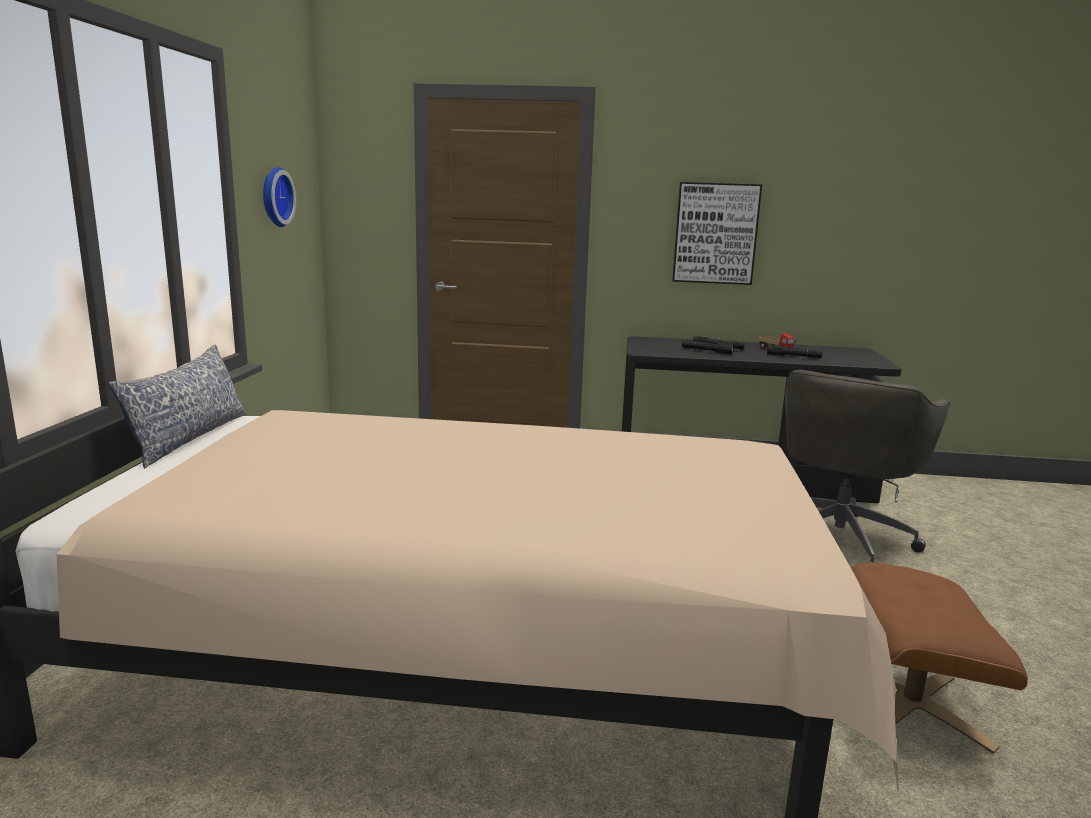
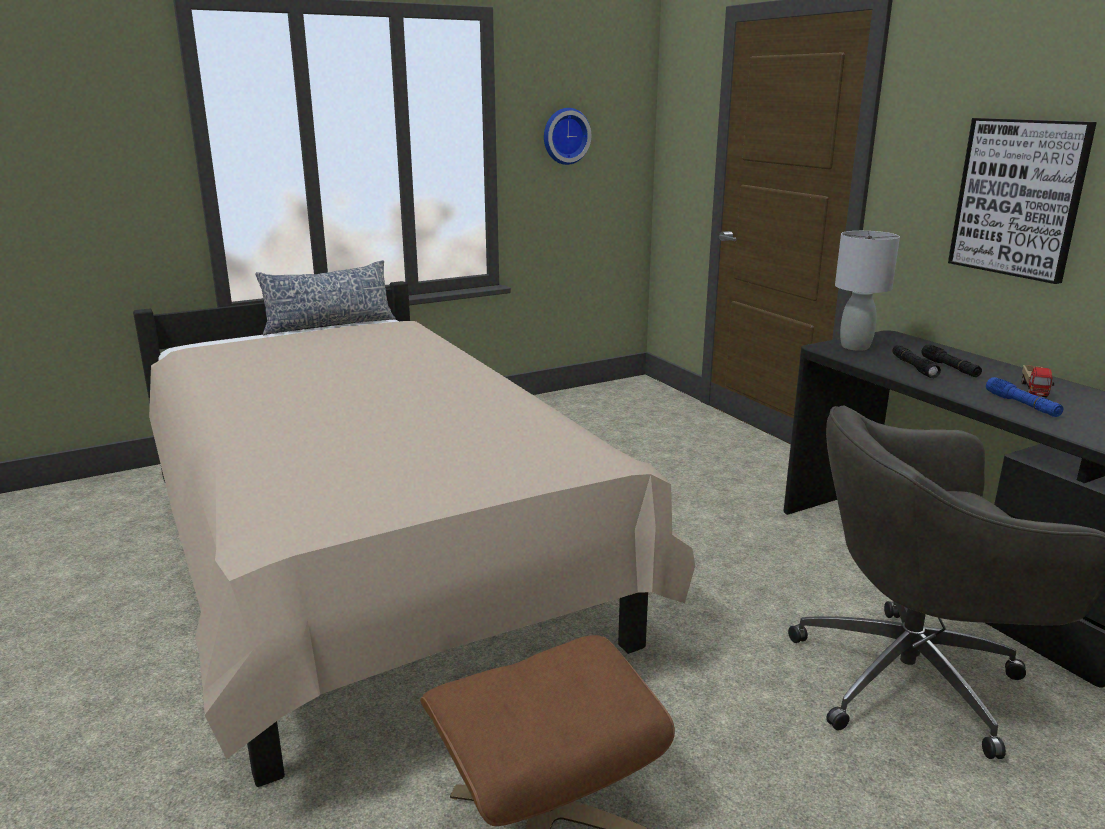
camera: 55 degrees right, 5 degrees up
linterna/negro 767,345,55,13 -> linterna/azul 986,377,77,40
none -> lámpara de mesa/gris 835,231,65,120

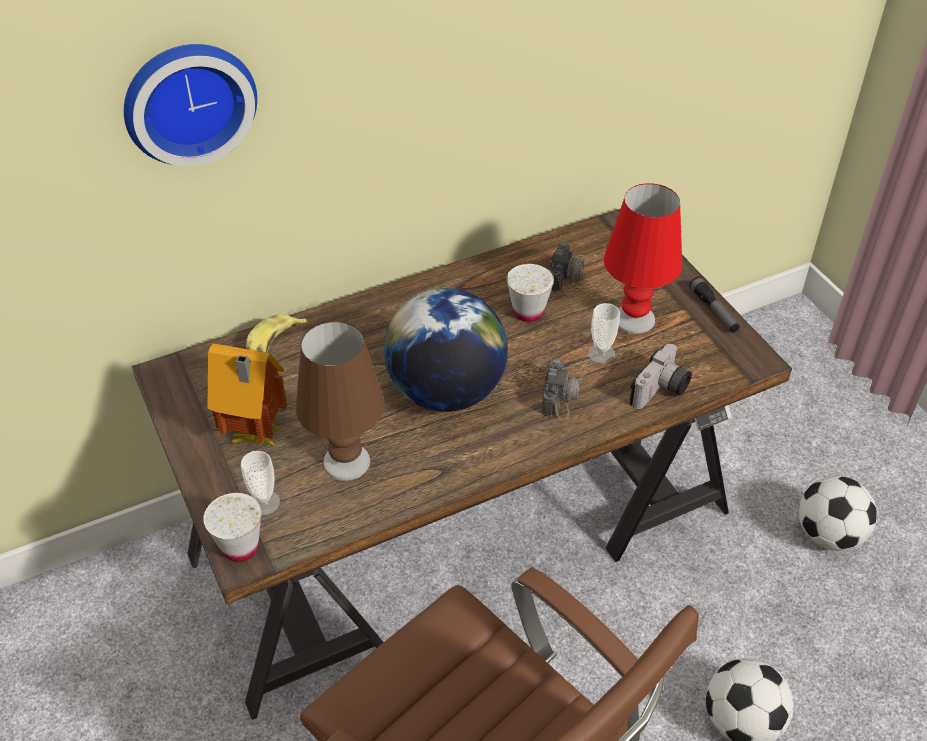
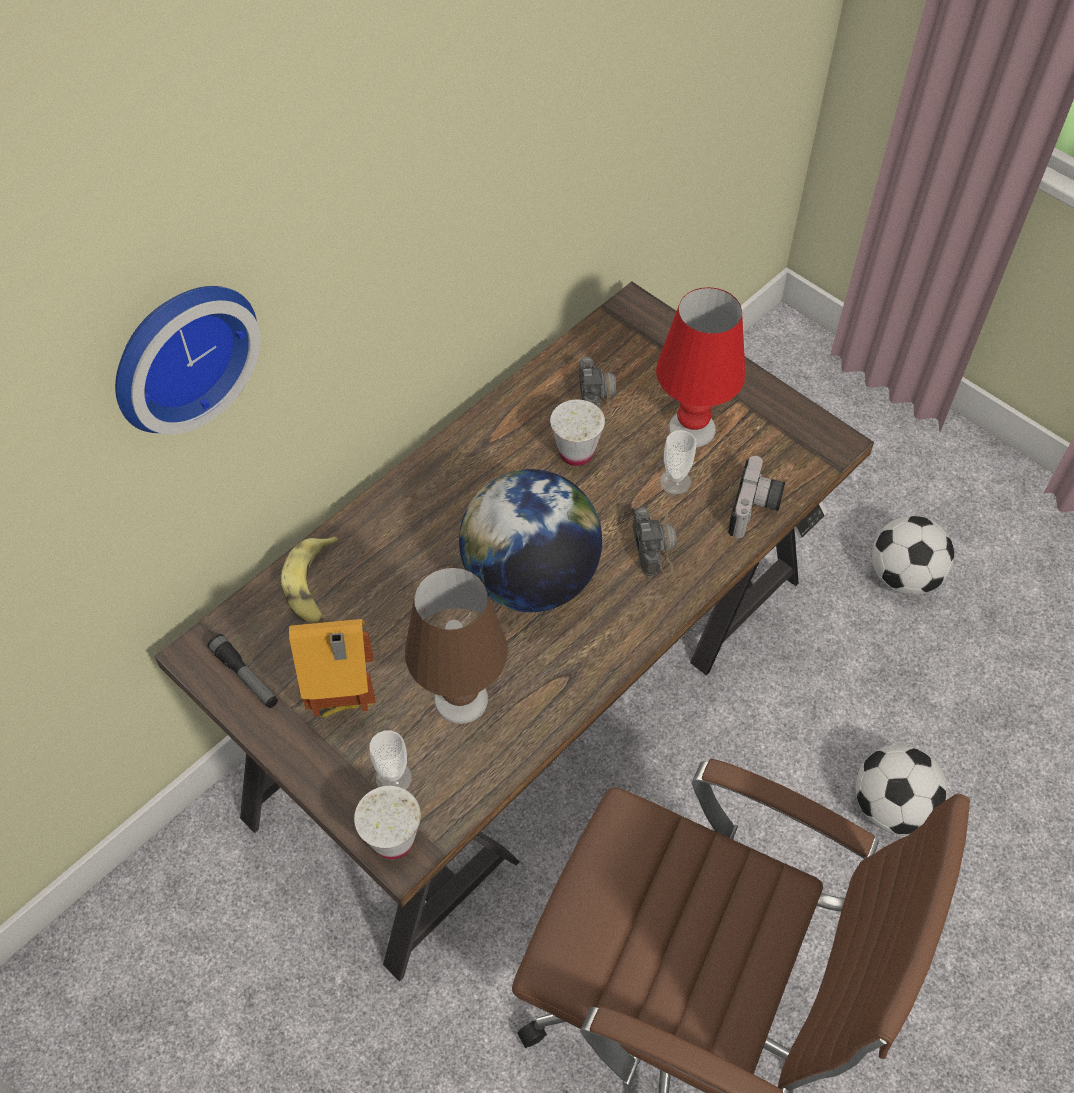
camera: 20 degrees left, 10 degrees up
linterna 689,276,51,57 -> linterna 207,634,71,74, relocated

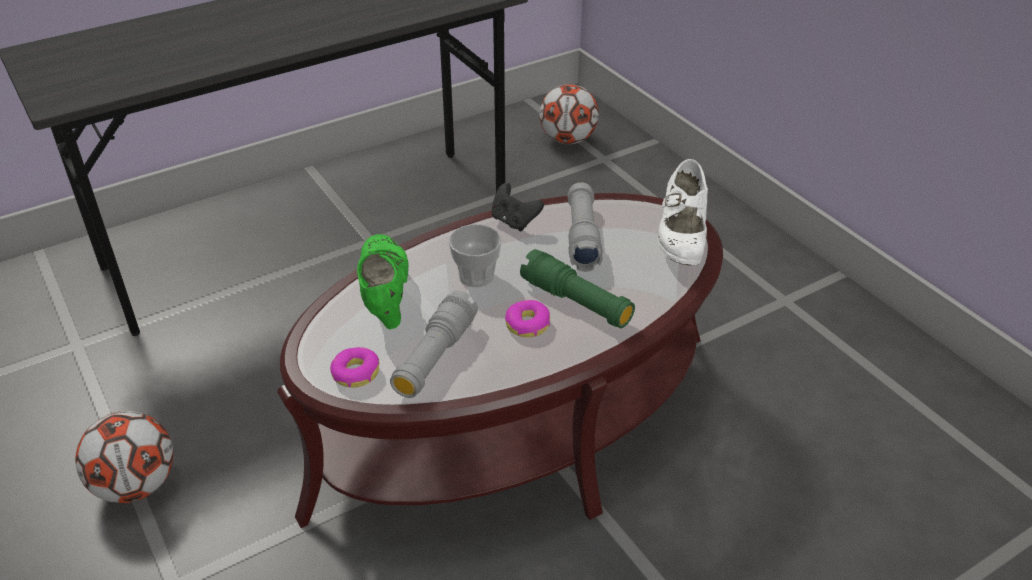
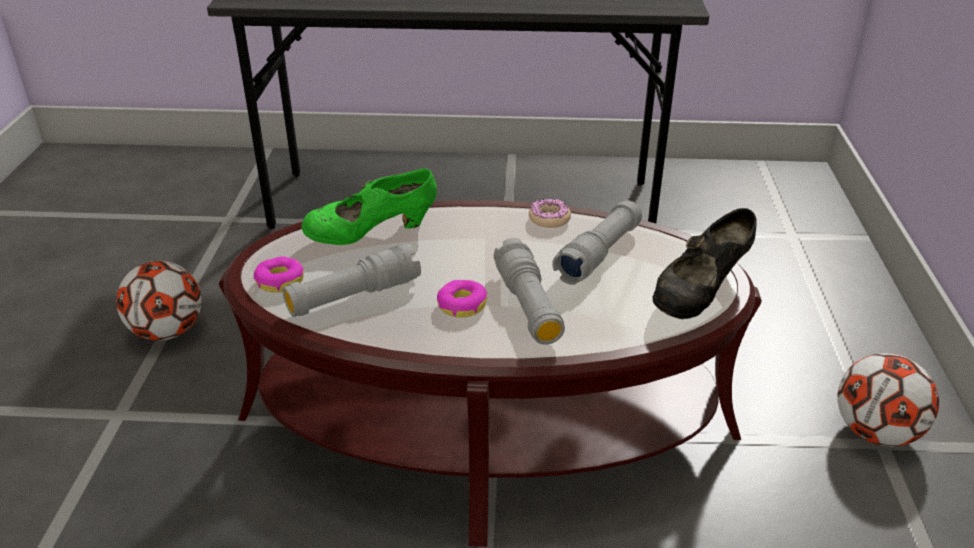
camera: 35 degrees right, 5 degrees down
balón de fútbol 539,84,60,60 -> balón de fútbol 838,353,101,94, relocated
zapato/blanco 658,159,50,107 -> zapato/negro 652,208,105,111
mando de consola/negro 491,183,53,48 -> rosquilla 529,199,42,29
taza 449,224,53,63 -> none
zapato/verde 357,234,52,95 -> zapato/verde 302,168,135,77, 135 degrees counterclockwise
linterna/verde 520,249,115,79 -> linterna/gris 494,238,71,107

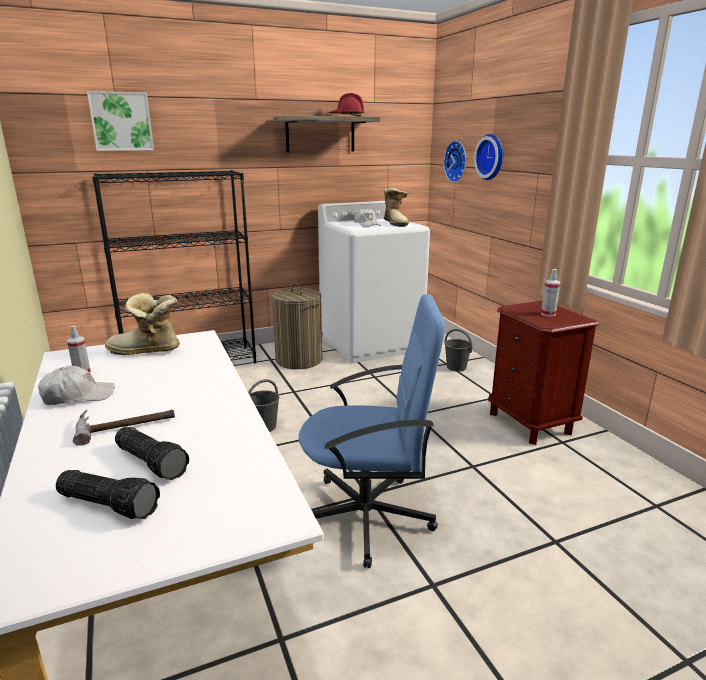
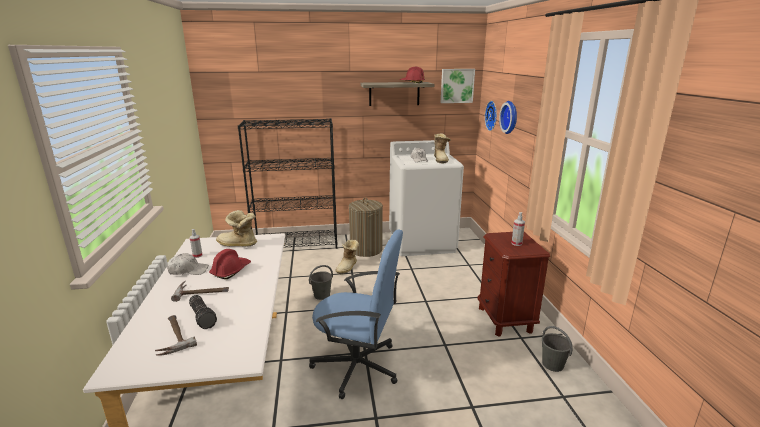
camera: 15 degrees right, 0 degrees up
cuadro 87,91,67,60 -> cuadro 441,69,34,34, relocated
cubo/gris 444,329,28,43 -> cubo/gris 542,326,31,46, relocated
linterna 56,470,104,49 -> martillo 155,315,42,41
none -> bota 336,240,23,34
none -> casco/rojo 209,249,42,30

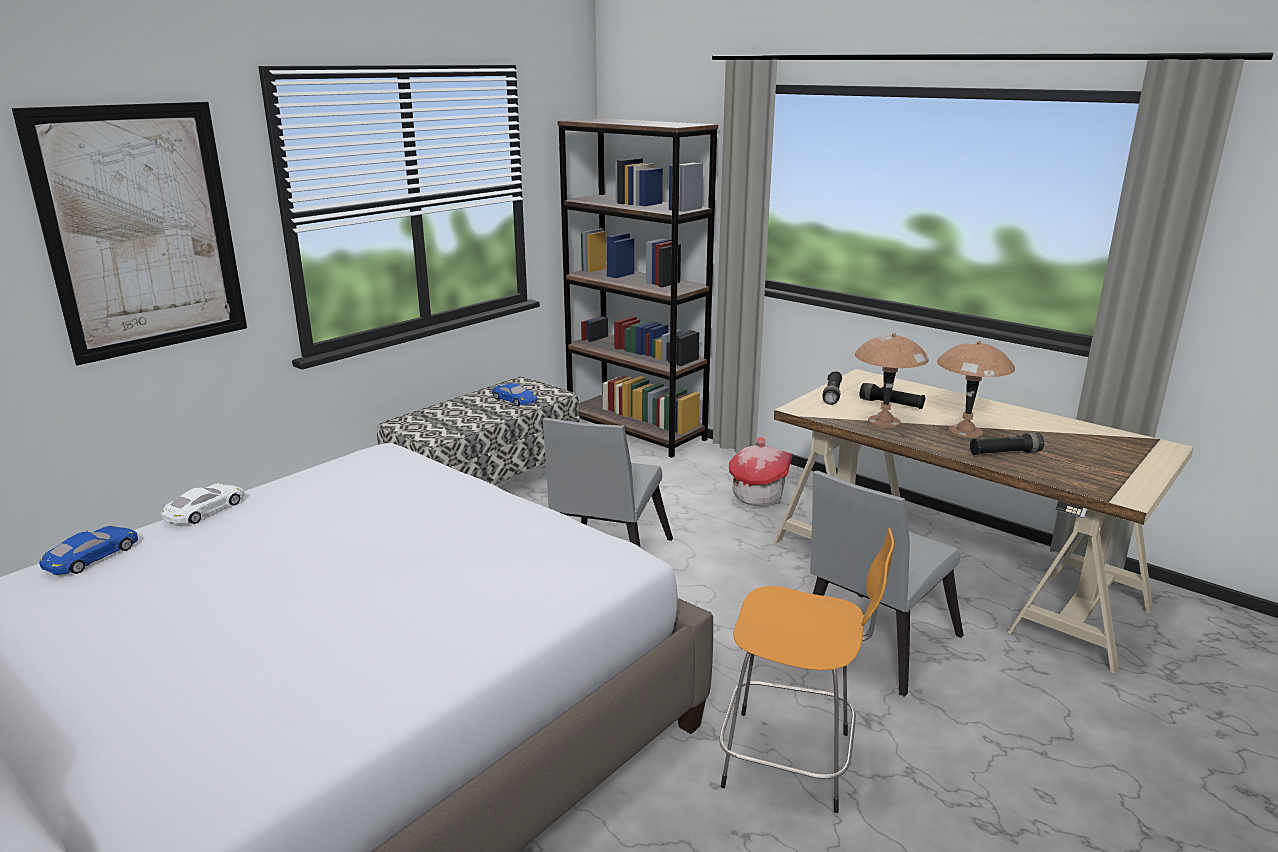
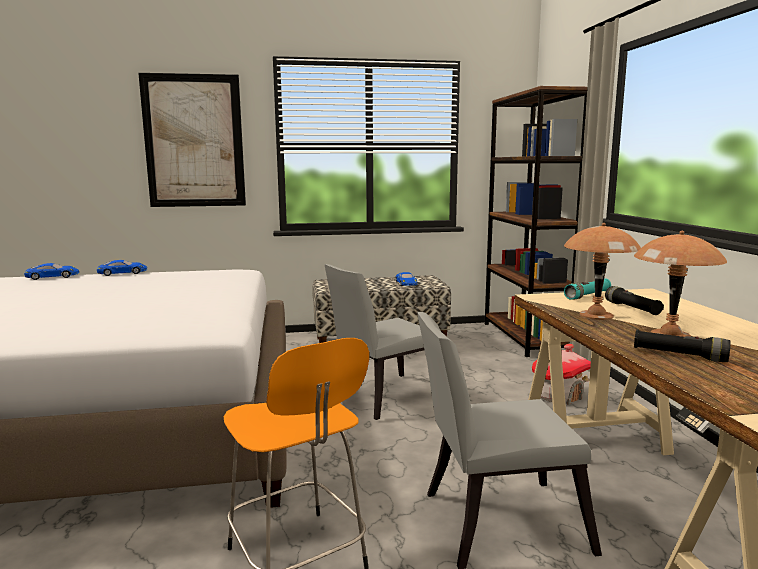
camera: 40 degrees right, 10 degrees down
linterna/negro 822,371,20,34 -> linterna/turquesa 564,278,47,22
coche de juguete/blanco 161,483,83,41 -> coche de juguete/azul 97,260,50,16

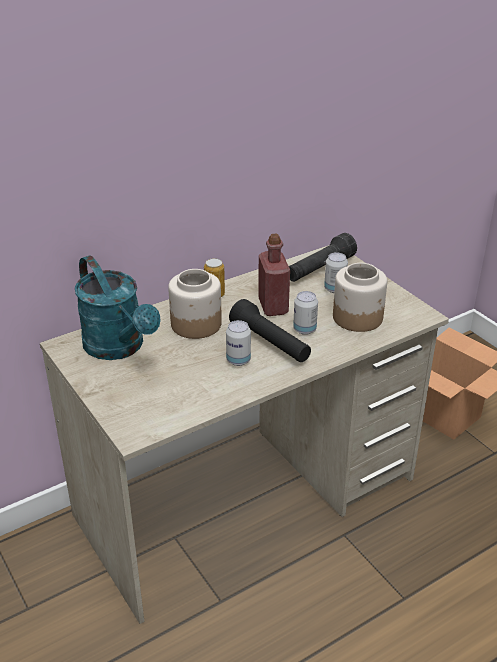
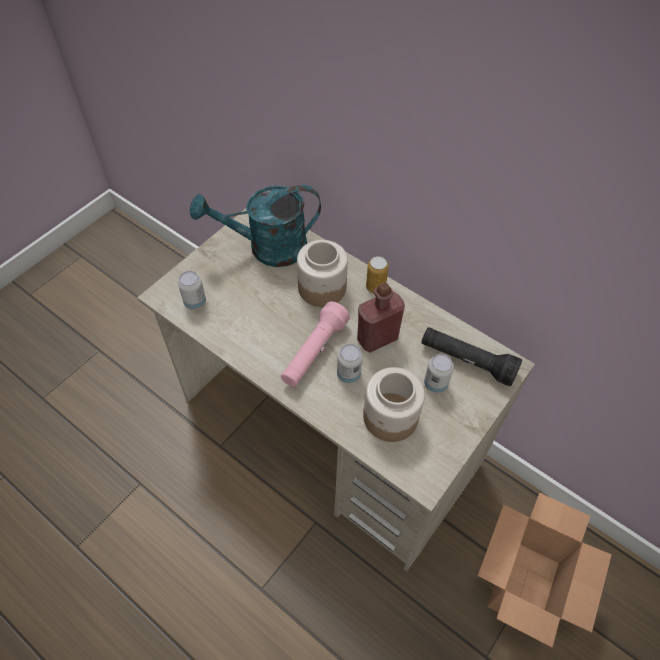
camera: 70 degrees right, 20 degrees up
regadera/turquesa 75,255,85,105 -> regadera/turquesa 190,185,131,82, 45 degrees clockwise
linterna/negro 229,299,82,63 -> linterna/rosa 281,302,69,85
lata 226,320,25,46 -> lata 178,271,28,39, relocated

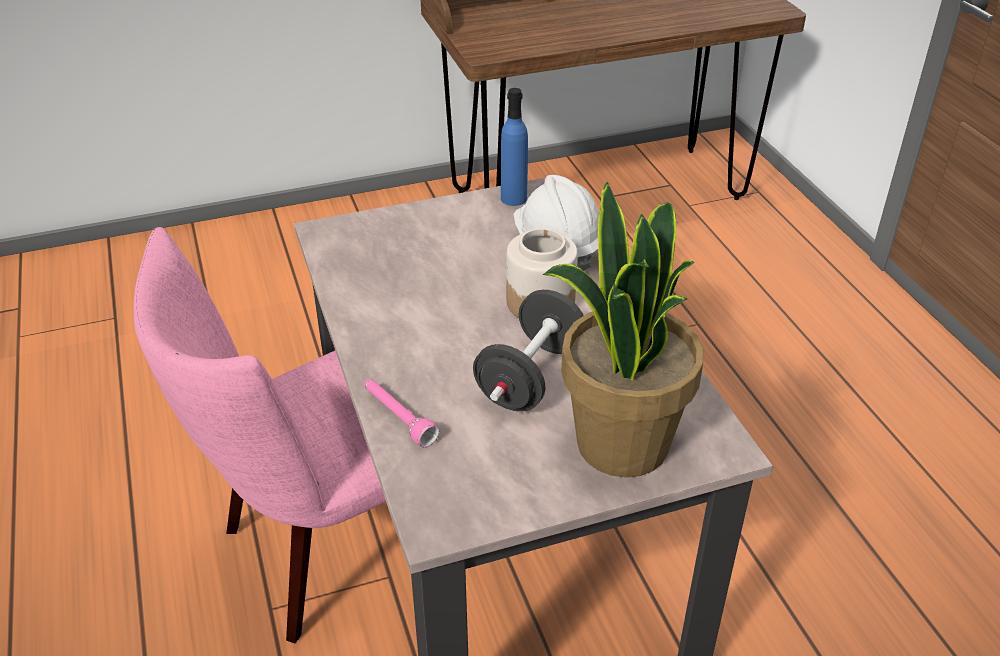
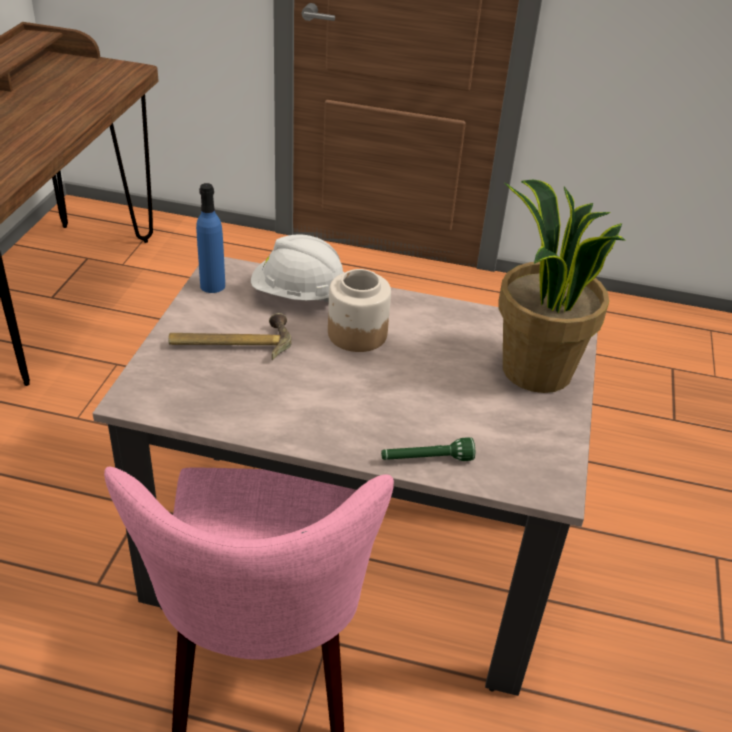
camera: 60 degrees left, 0 degrees up
mancuerna/negro 473,290,111,122 -> none
linterna/rosa 364,379,76,69 -> linterna/verde 381,437,94,24
none -> martillo 168,313,123,47

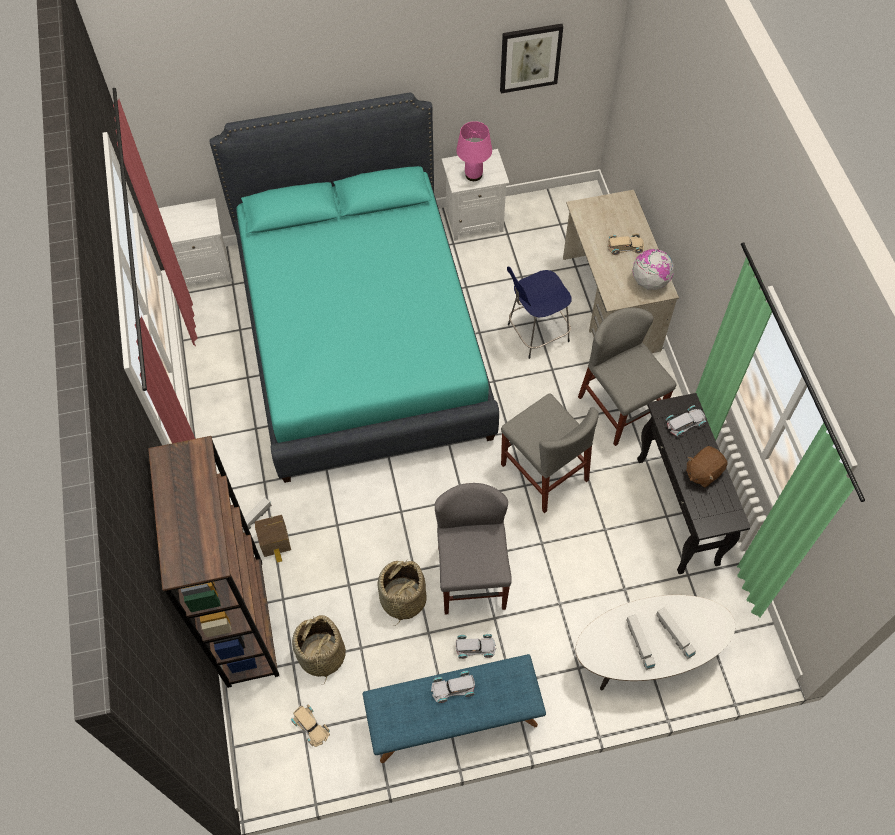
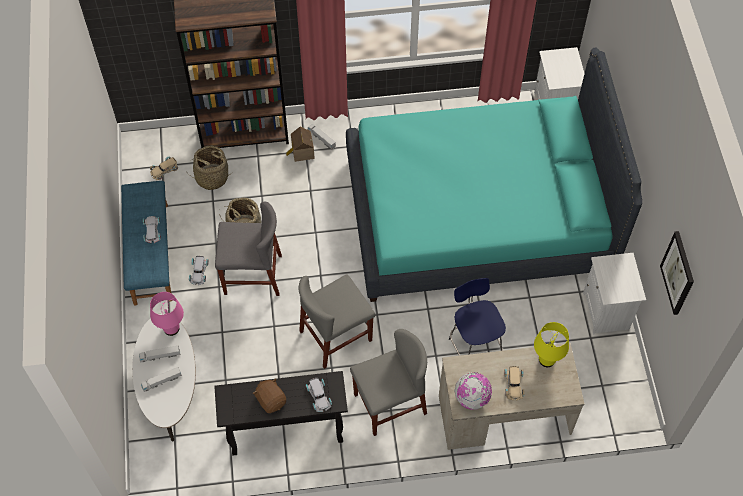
camera: 95 degrees right, 0 degrees up
lámpara de mesa/rosa 456,121,36,60 -> lámpara de mesa/rosa 150,292,34,44, relocated
none -> lámpara de mesa/amarillo 534,322,35,45

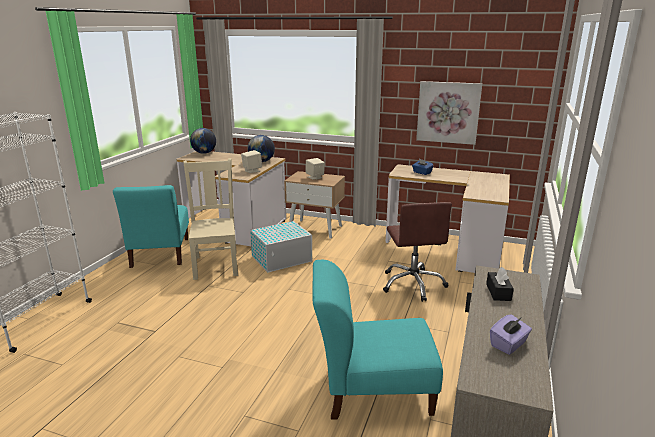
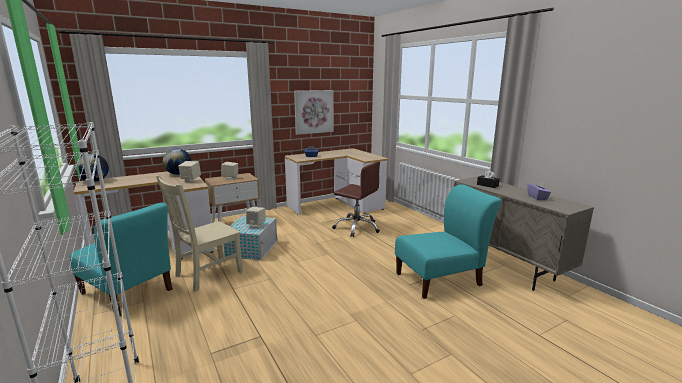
camera: 50 degrees left, 5 degrees down
silla/beis 183,158,55,122 -> silla/beis 156,175,87,117, 75 degrees counterclockwise
silla/turquesa 313,260,130,160 -> silla/turquesa 395,184,106,115, 150 degrees counterclockwise
none -> altavoz/beis 246,207,20,21

